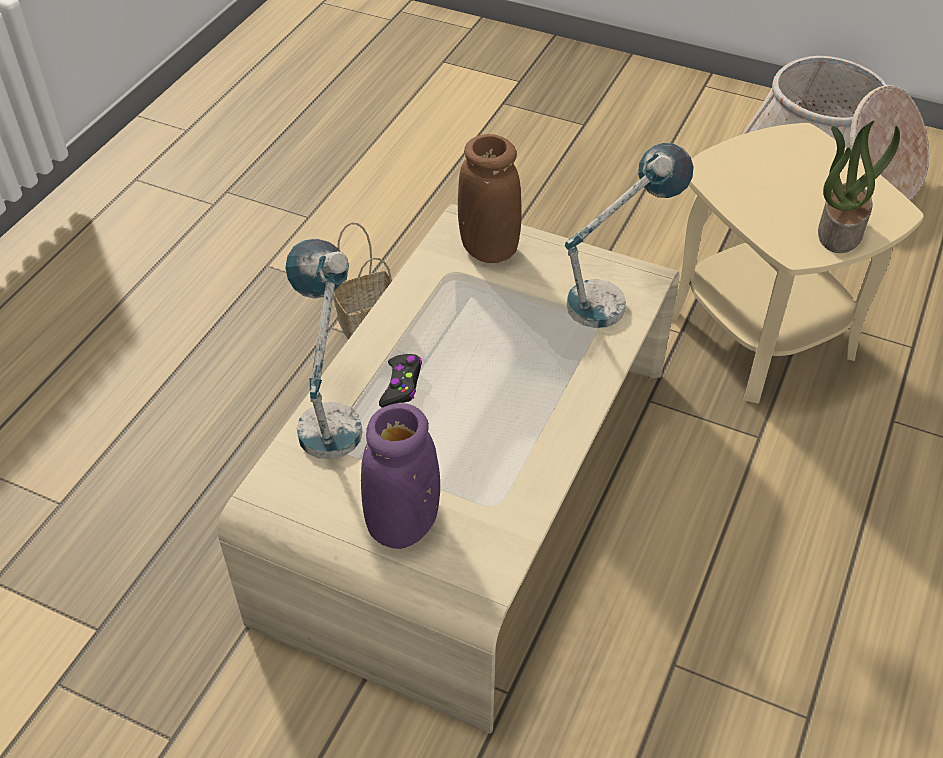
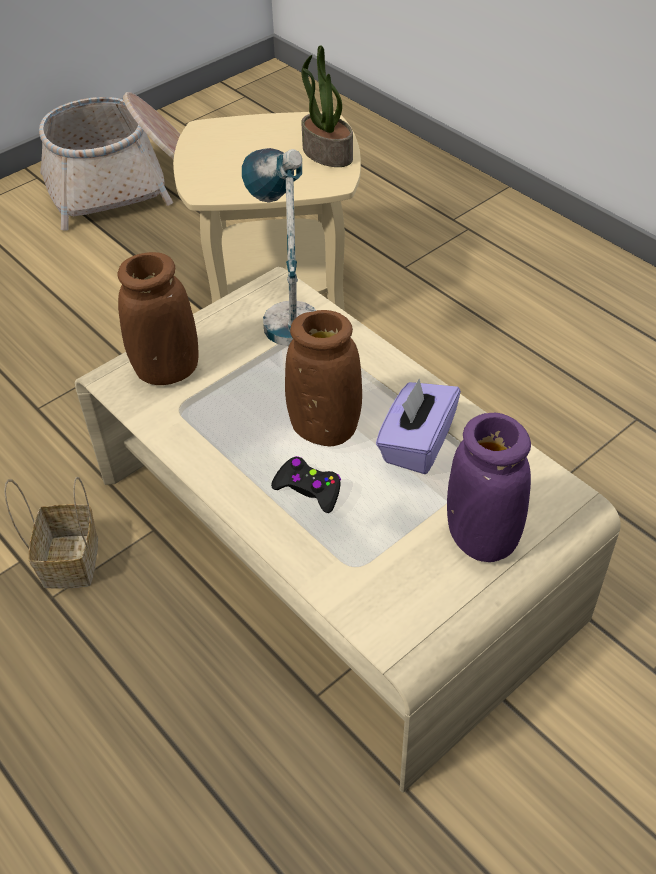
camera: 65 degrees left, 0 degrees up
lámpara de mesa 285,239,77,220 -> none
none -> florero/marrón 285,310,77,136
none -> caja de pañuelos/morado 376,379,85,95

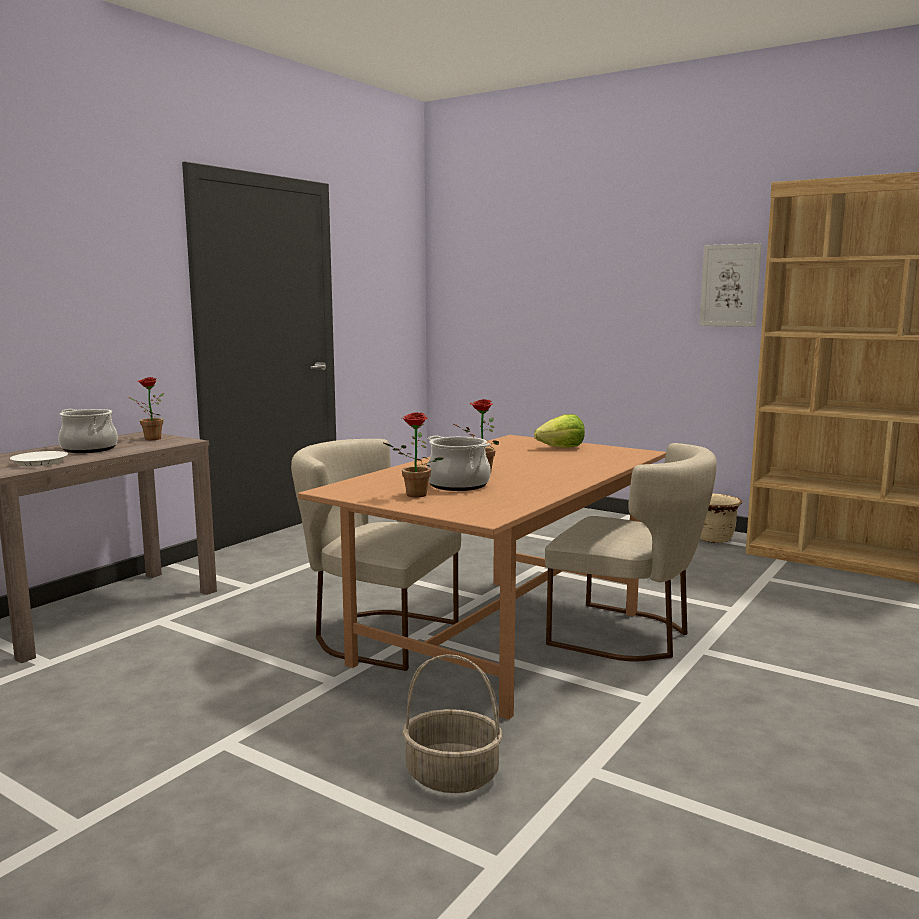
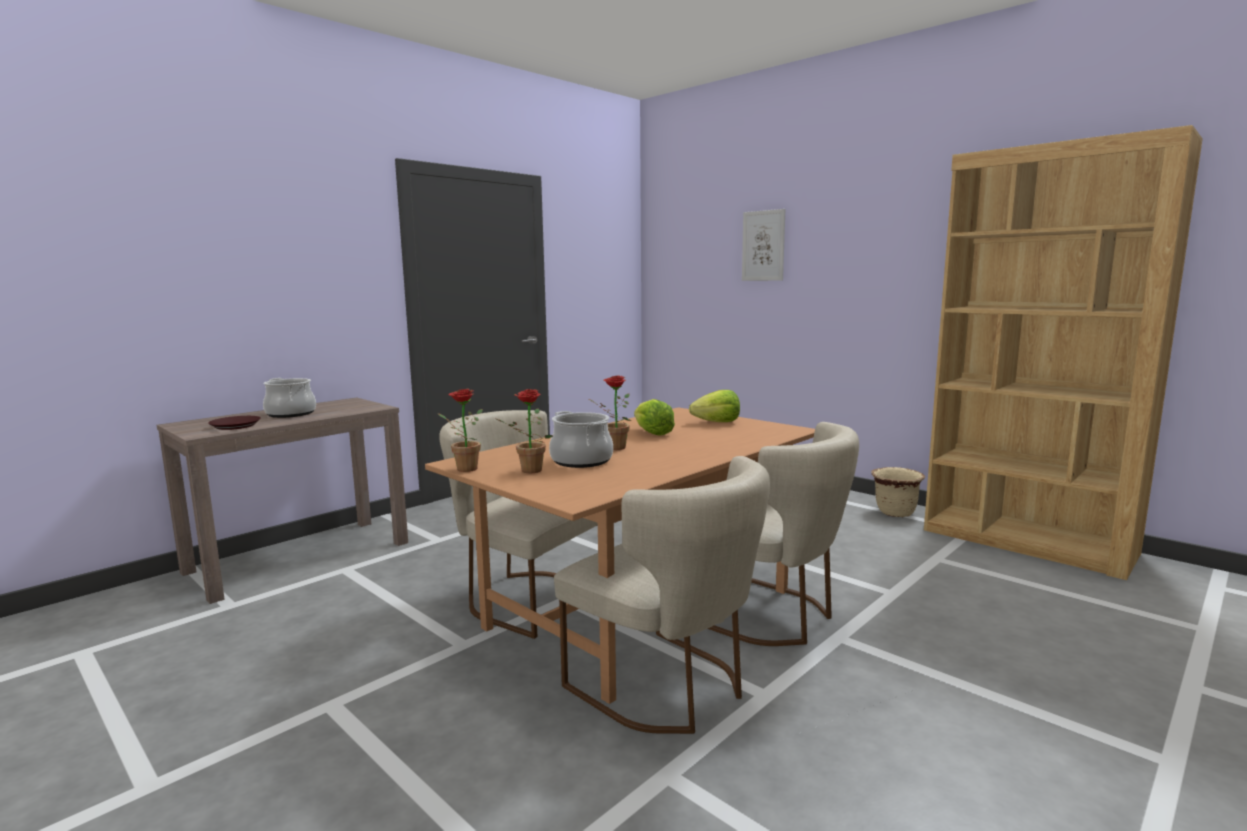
camera: 10 degrees right, 0 degrees up
cuadro 699,243,63,84 -> cuadro 742,209,44,72, relocated
planta en maceta 128,377,36,63 -> planta en maceta 438,389,45,83, relocated
plato/blanco 10,451,58,16 -> plato/marrón 208,416,53,14
cesta 402,654,100,139 -> none
none -> lechuga 634,399,41,36
none -> silla/beis 554,456,216,278

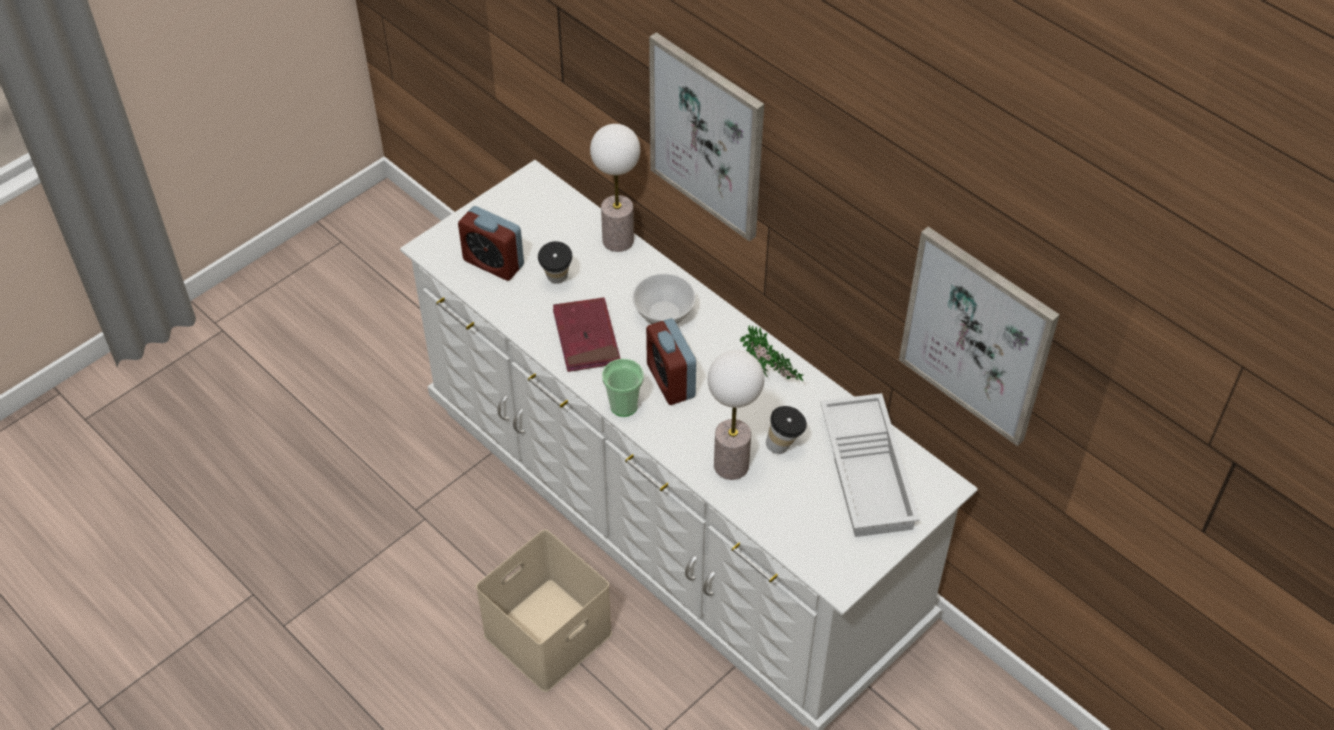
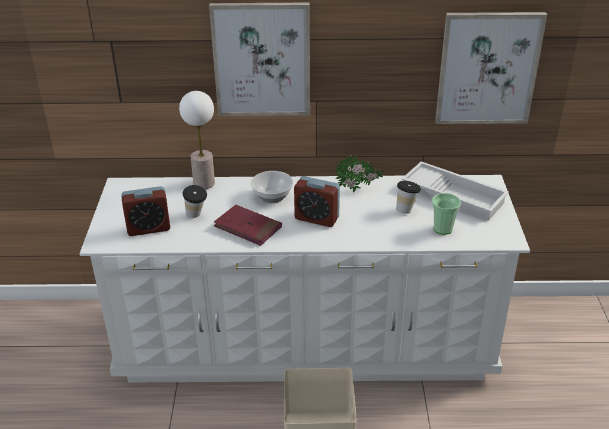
camera: 45 degrees left, 15 degrees down
lámpara de mesa 708,350,56,130 -> none
taza 602,359,42,58 -> taza 432,193,29,42, relocated

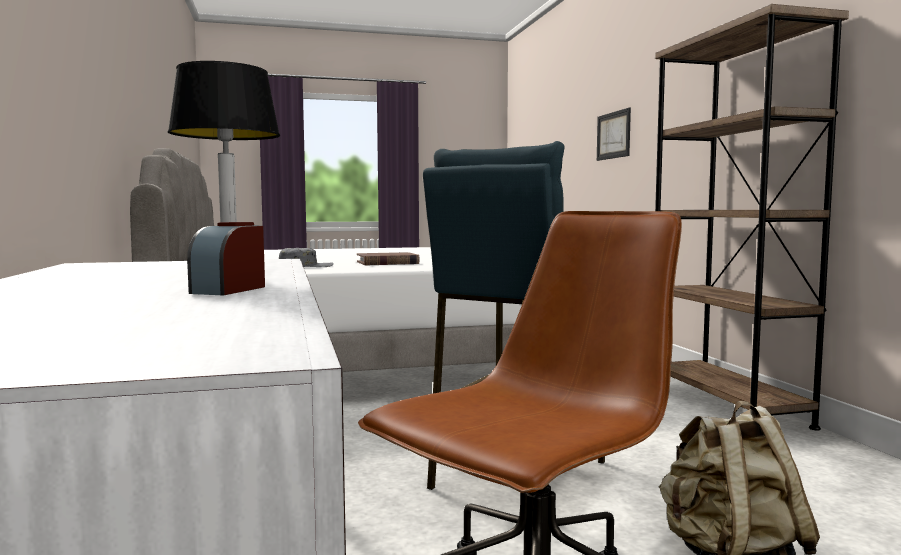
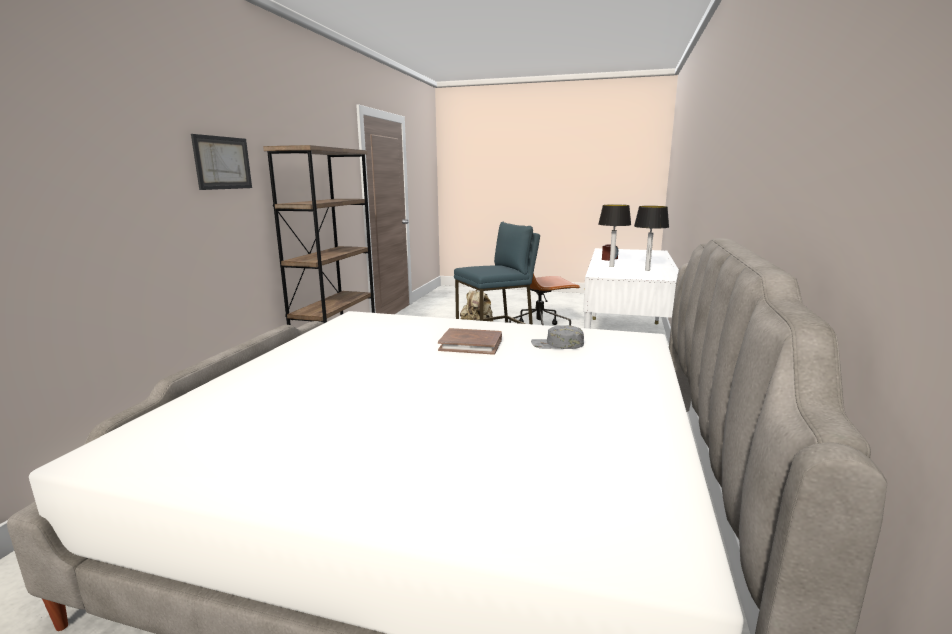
camera: 150 degrees left, 10 degrees up
cuadro 597,108,34,53 -> cuadro 191,134,61,56, relocated
none -> lámpara de mesa 634,206,35,65

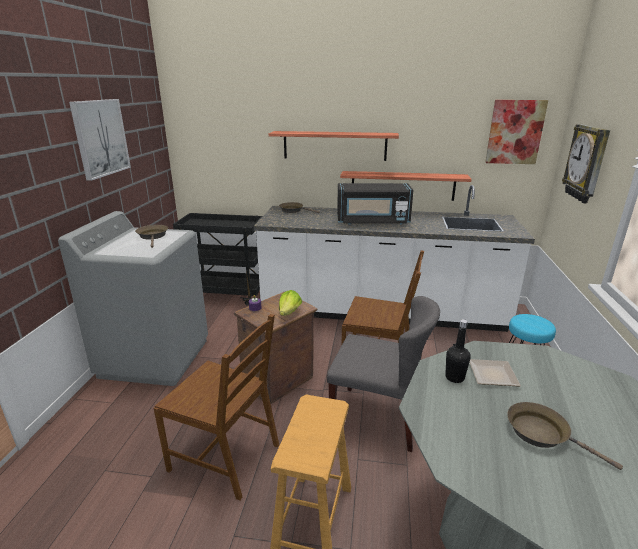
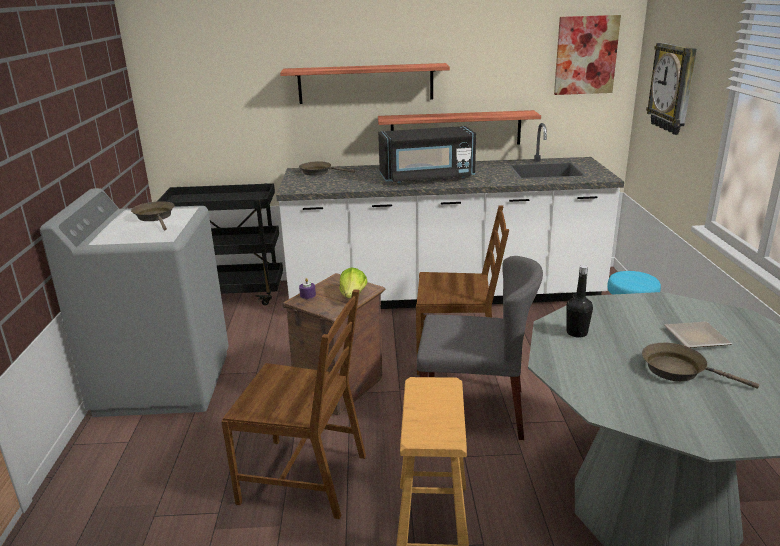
camera: 10 degrees left, 0 degrees up
cuadro 69,99,62,82 -> none
plato 470,359,51,28 -> plato 664,322,68,26, relocated

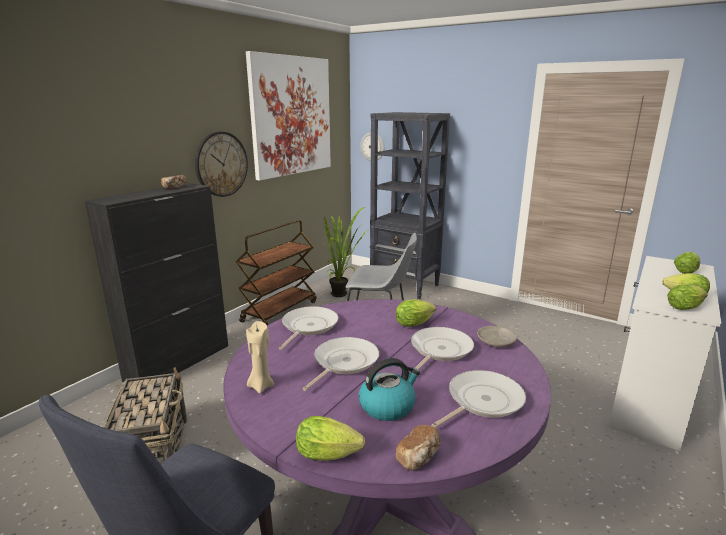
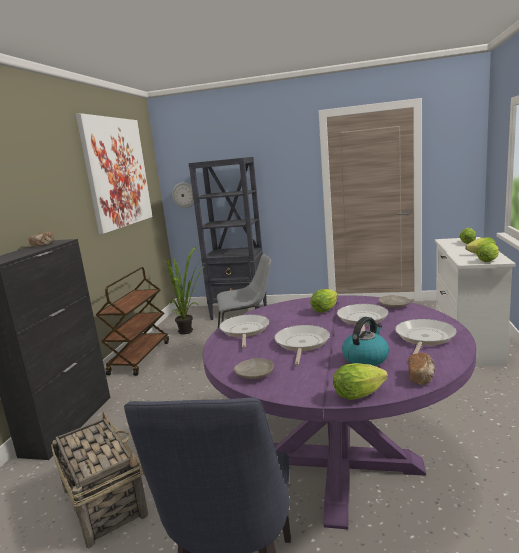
camera: 20 degrees left, 5 degrees down
reloj de pared 195,132,53,65 -> none
vela/beis 246,321,28,72 -> plato/beis 234,358,40,21

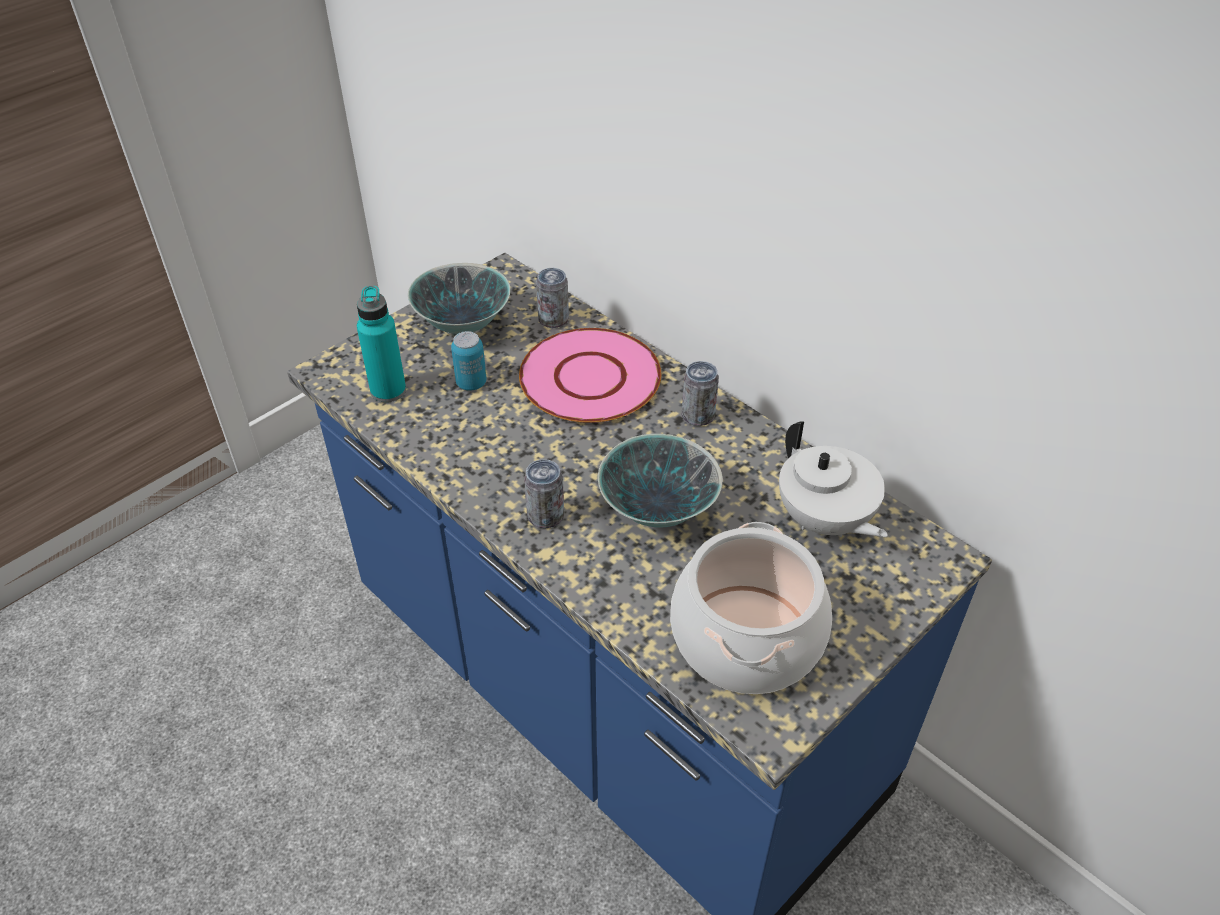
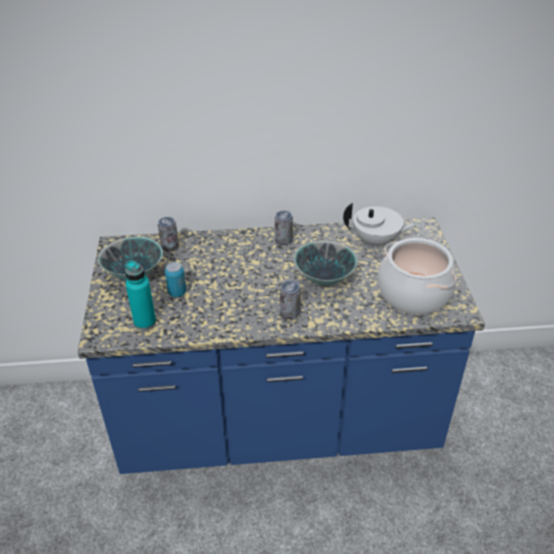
camera: 50 degrees left, 5 degrees down
plato/rosa 519,328,142,95 -> none

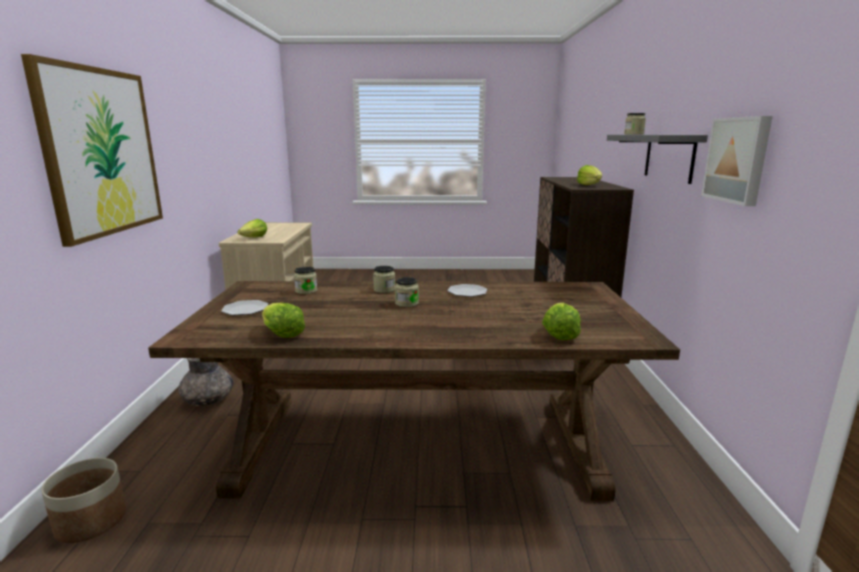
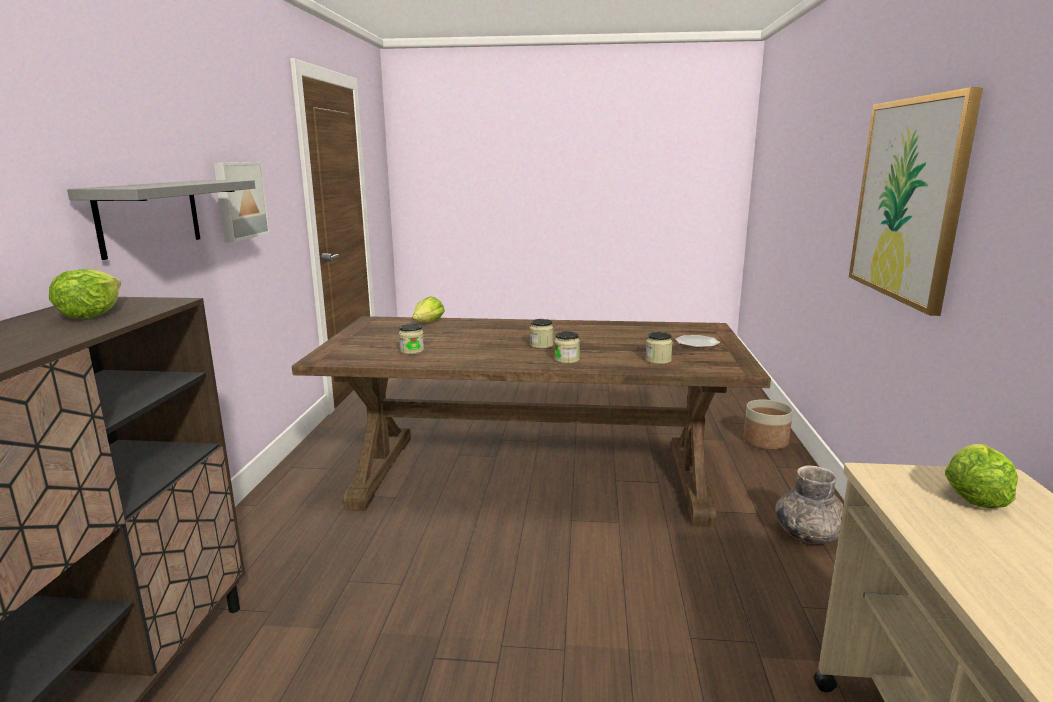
camera: 175 degrees left, 0 degrees up
tarro 624,113,22,21 -> tarro 399,324,25,30, relocated
plato 447,284,41,13 -> none
lechuga 262,303,43,35 -> none

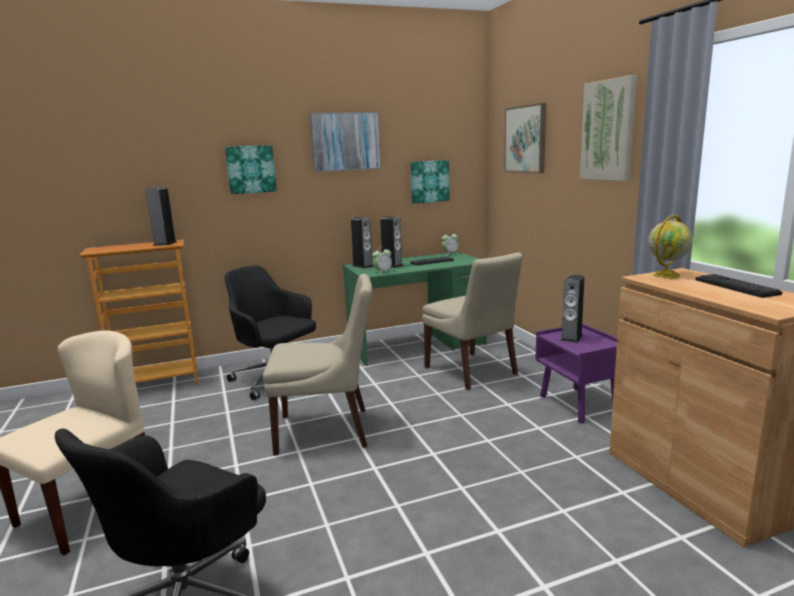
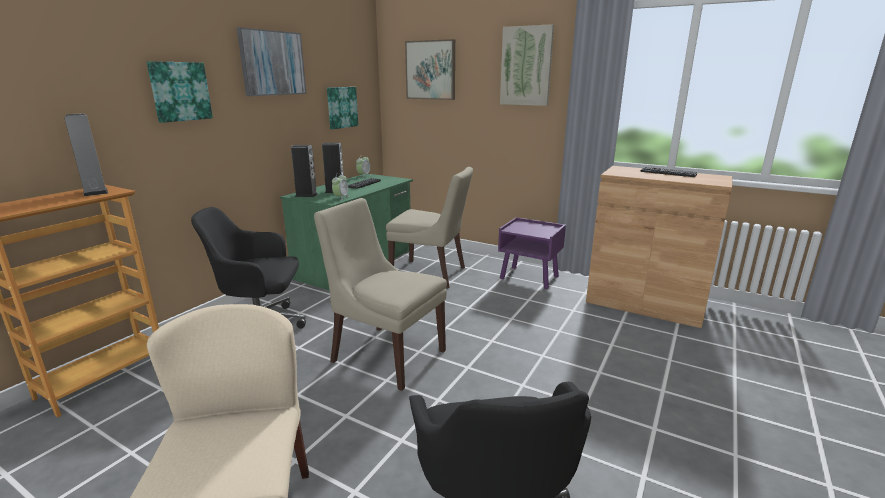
camera: 40 degrees left, 5 degrees up
globo terráqueo 648,215,45,63 -> none
silla/beis 263,274,109,181 -> silla/beis 314,198,133,193, 105 degrees counterclockwise
altavoz 560,275,25,68 -> none

